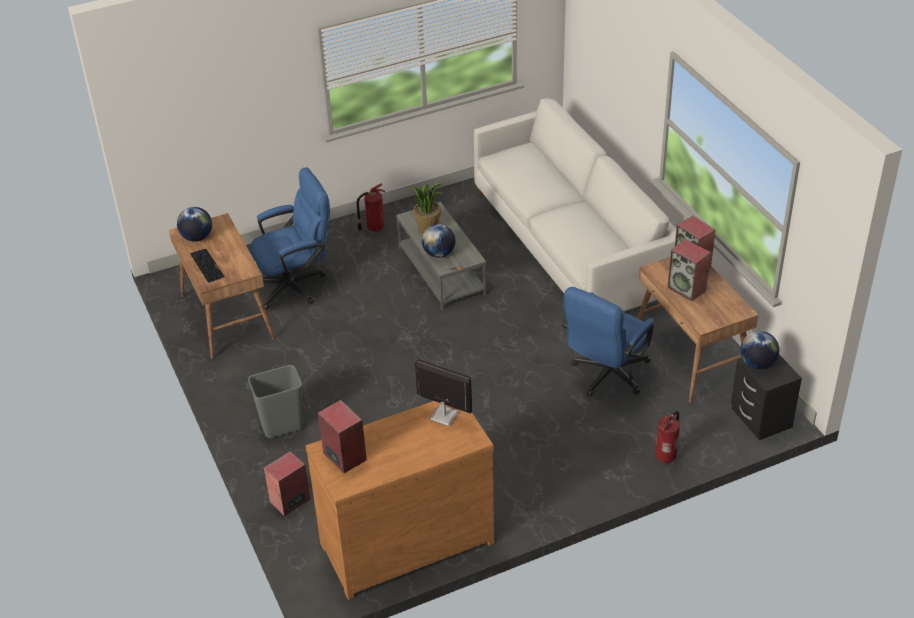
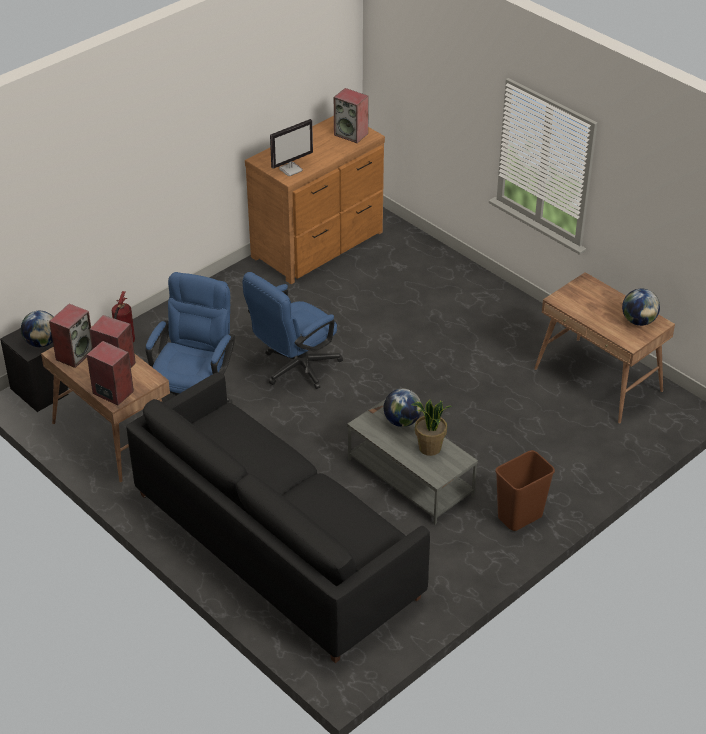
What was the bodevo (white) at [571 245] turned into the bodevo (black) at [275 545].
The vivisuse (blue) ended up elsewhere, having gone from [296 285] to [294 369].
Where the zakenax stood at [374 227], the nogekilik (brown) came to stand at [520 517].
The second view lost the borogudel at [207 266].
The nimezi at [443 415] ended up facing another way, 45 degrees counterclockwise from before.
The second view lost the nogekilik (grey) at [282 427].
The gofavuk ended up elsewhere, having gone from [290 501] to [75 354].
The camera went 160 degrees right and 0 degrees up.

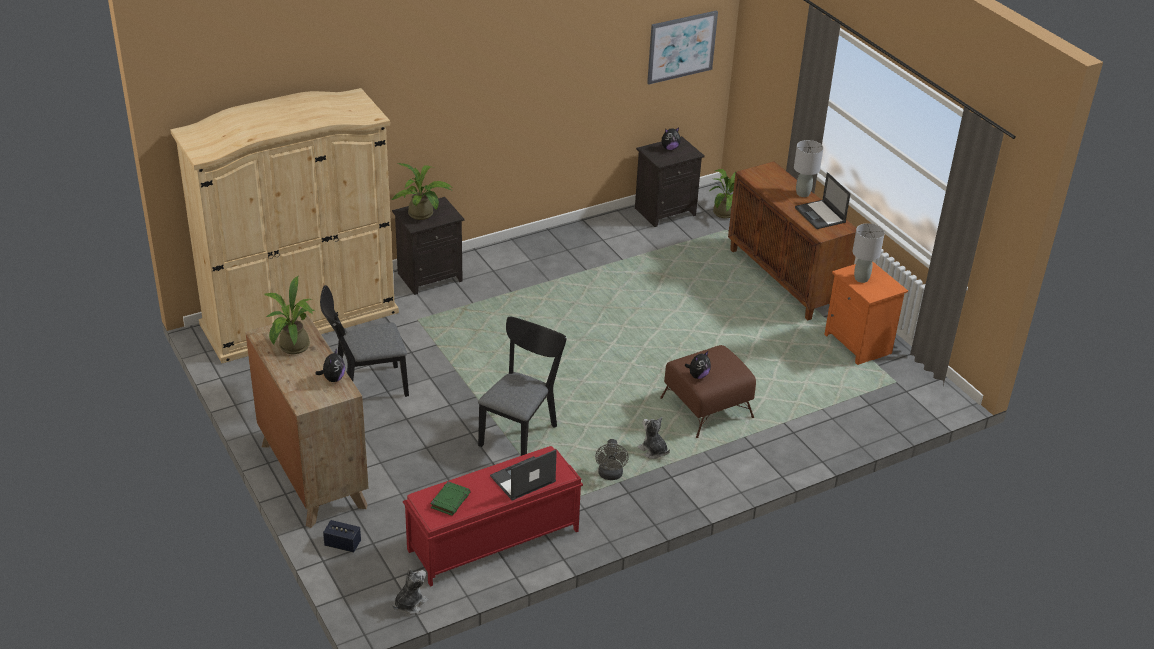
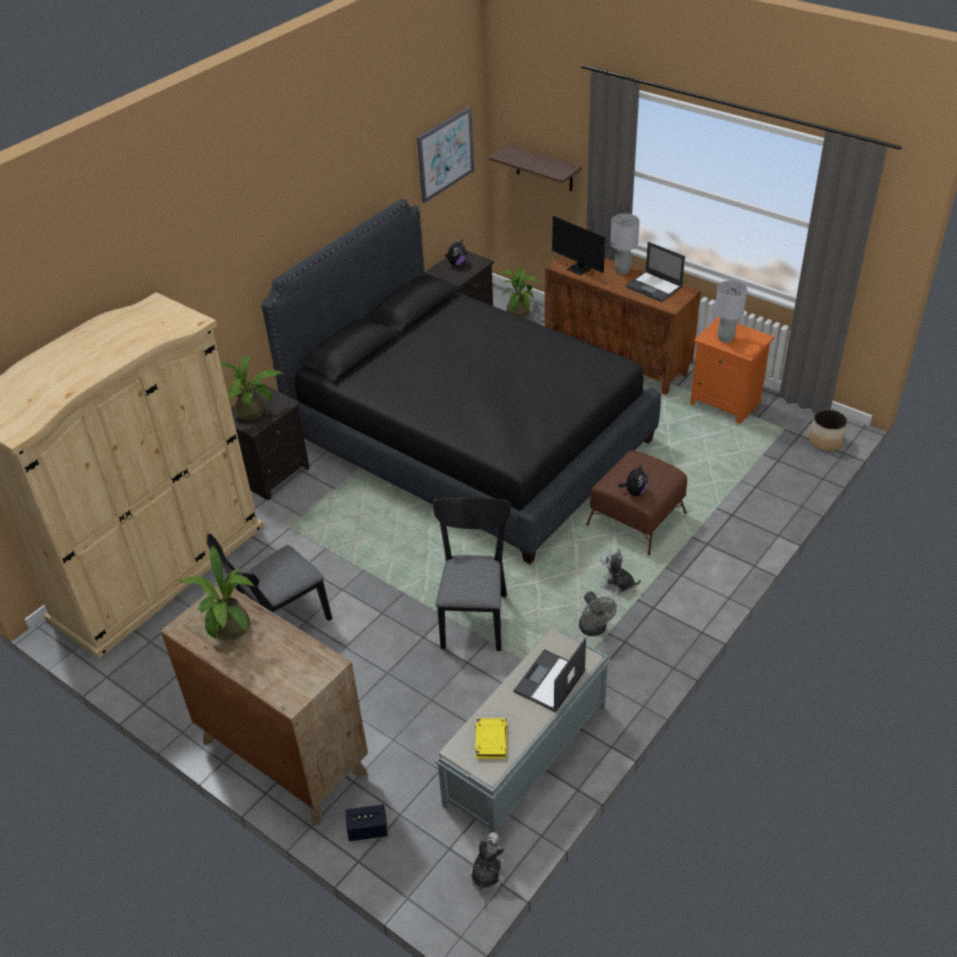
The second view lost the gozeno at [333 378].
What was the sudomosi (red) at [492 541] turned into the sudomosi (grey) at [525 756].
What was the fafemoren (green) at [450 500] turned into the fafemoren (yellow) at [490 740].
The second view gained the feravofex at [544 168].
The second view gained the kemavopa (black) at [470 441].
The second view gained the nimezi at [581 270].
The second view gained the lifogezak at [825 441].
The camera went 20 degrees left and 5 degrees up.

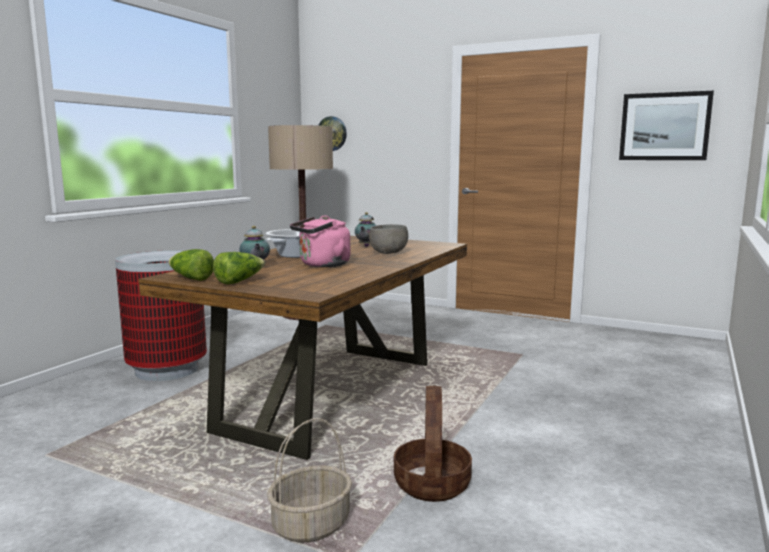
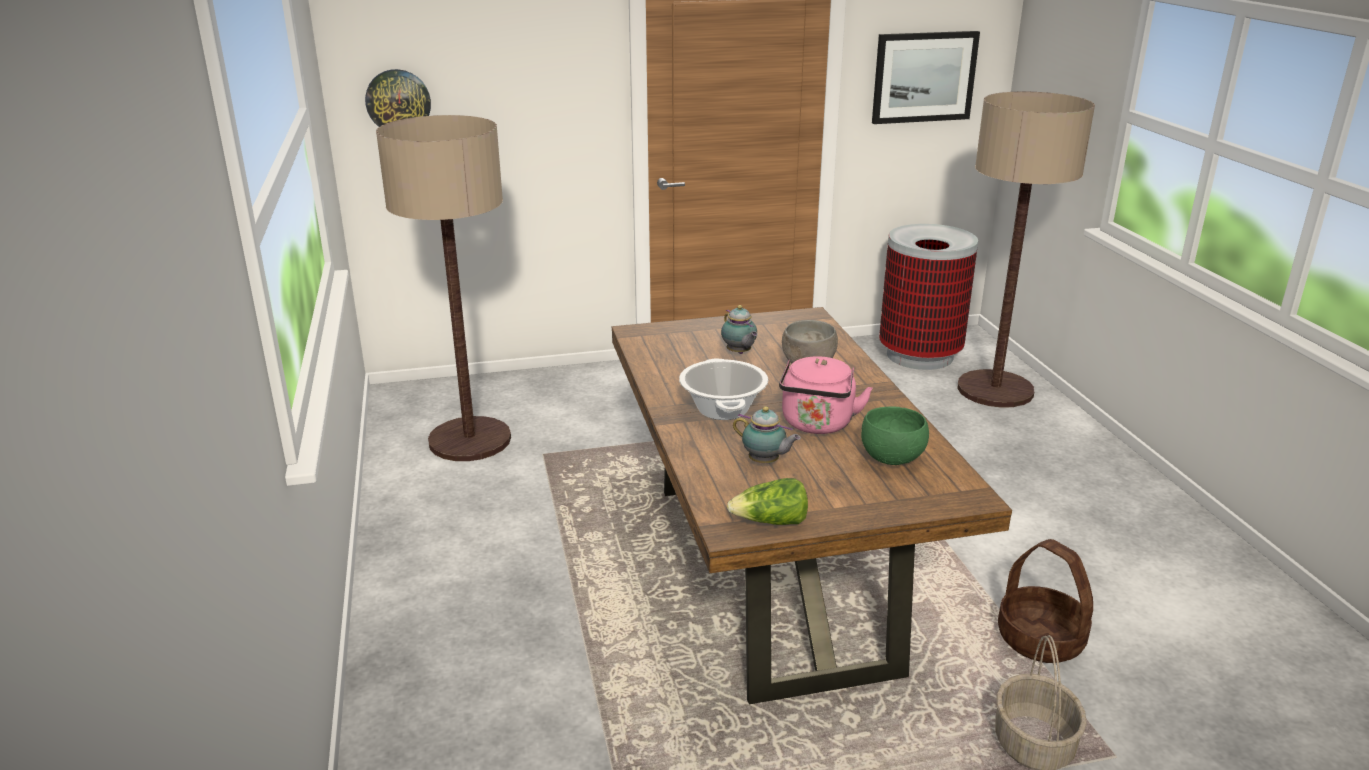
The nogekilik ended up elsewhere, having gone from [168 369] to [920 355].
The second view lost the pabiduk at [239 281].
The second view gained the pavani at [995 390].
The second view gained the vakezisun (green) at [893 459].
The camera went 40 degrees left and 15 degrees up.

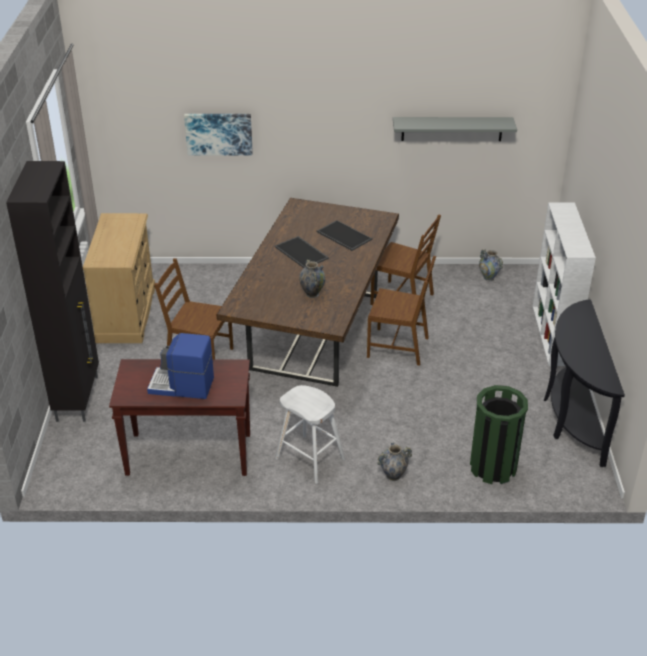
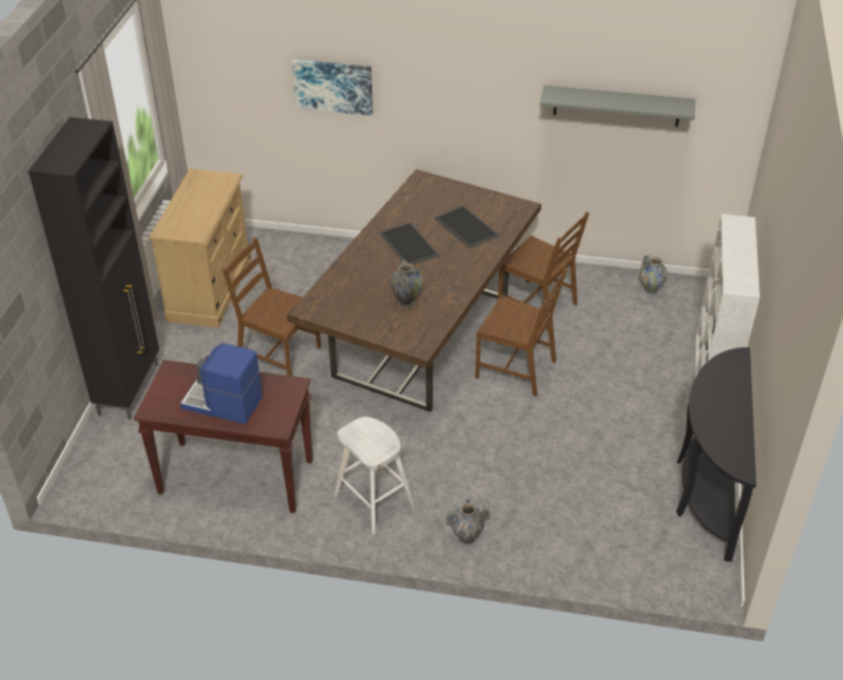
The second view lost the nogekilik (green) at [493 467].
The camera went 10 degrees right and 5 degrees up.

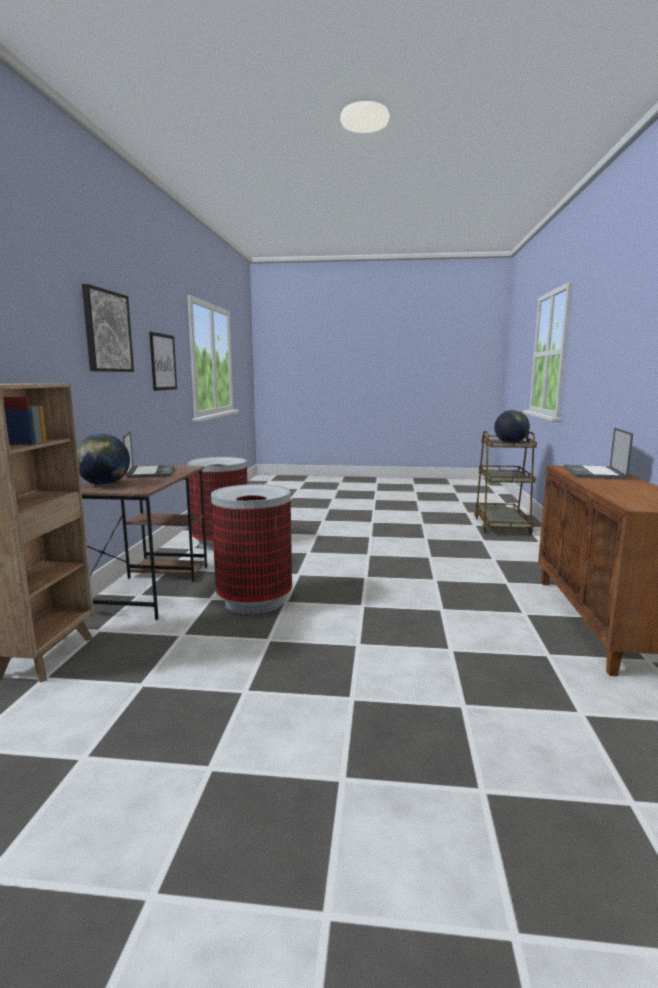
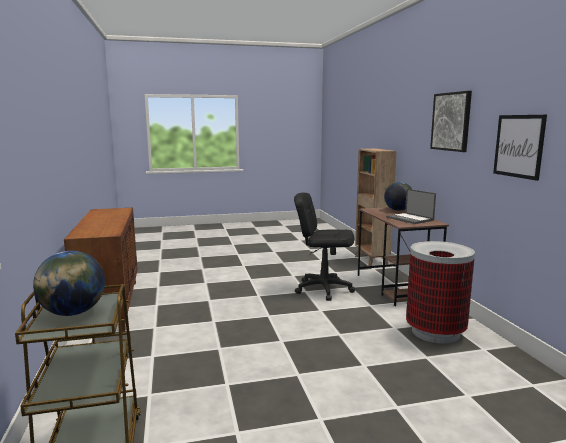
The second view lost the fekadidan at [594 473].
Where the nogekilik stood at [254 601], the vivisuse (black) came to stand at [323 289].
The camera went 160 degrees right and 0 degrees up.

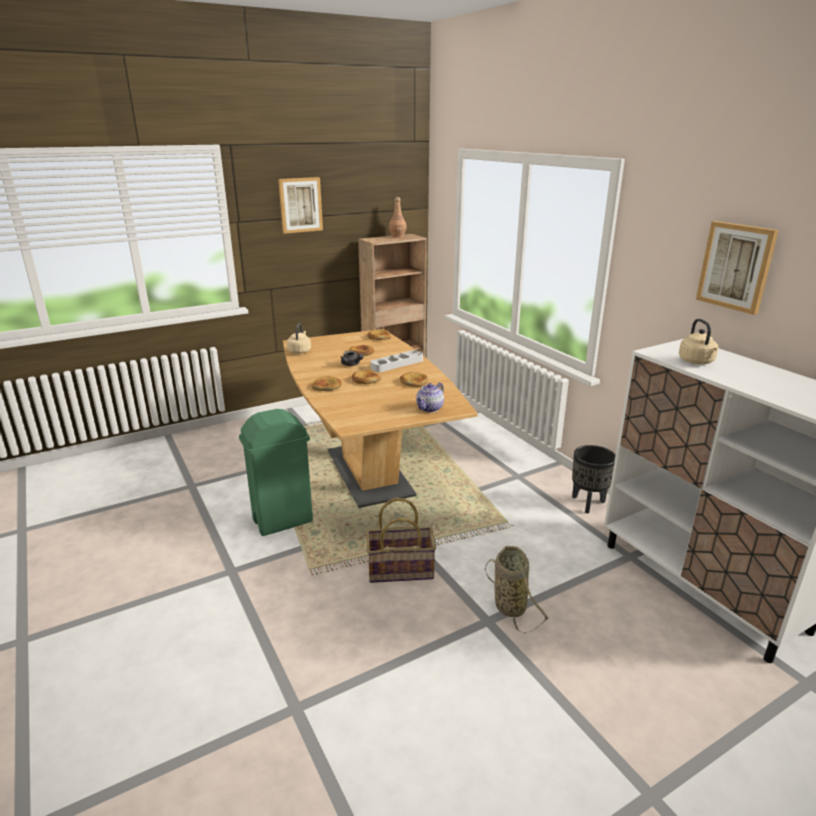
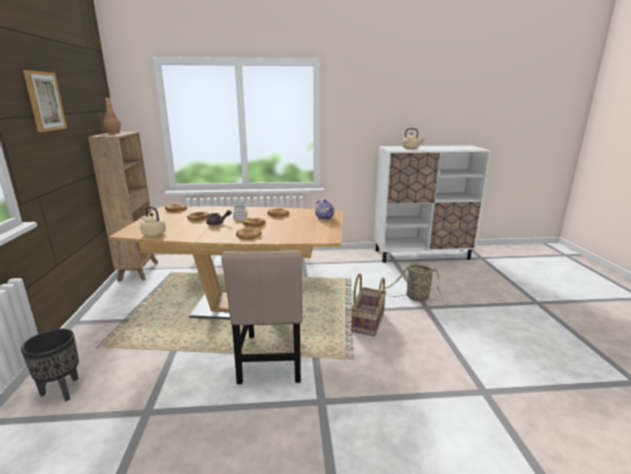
The second view lost the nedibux at [736 266].
Where the nogekilik (green) stood at [282 521], the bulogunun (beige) came to stand at [271 361].
The lifogezak (black) ended up elsewhere, having gone from [587 503] to [62 391].
The camera went 65 degrees left and 5 degrees down.

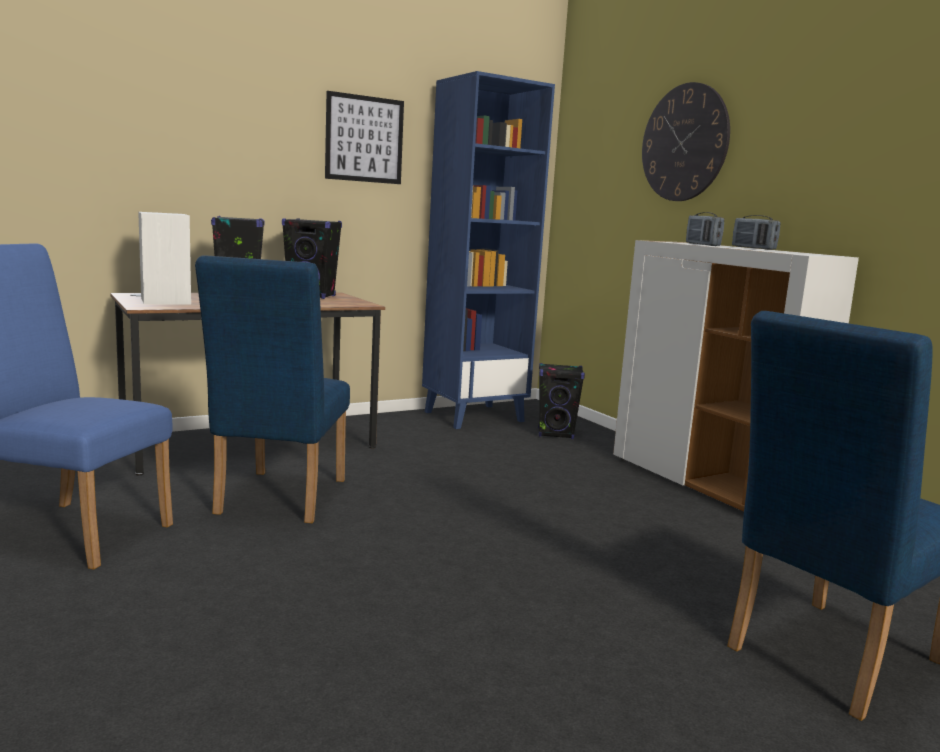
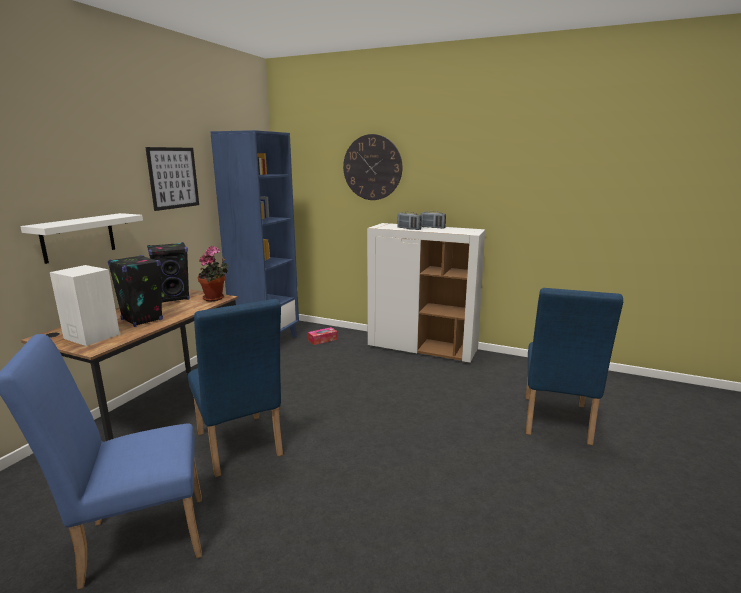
Where the gofavuk (black) stood at [556 434], the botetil came to stand at [322 340].
The second view gained the feravofex (white) at [78 237].
The second view gained the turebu at [215 298].
The camera went 35 degrees left and 5 degrees up.

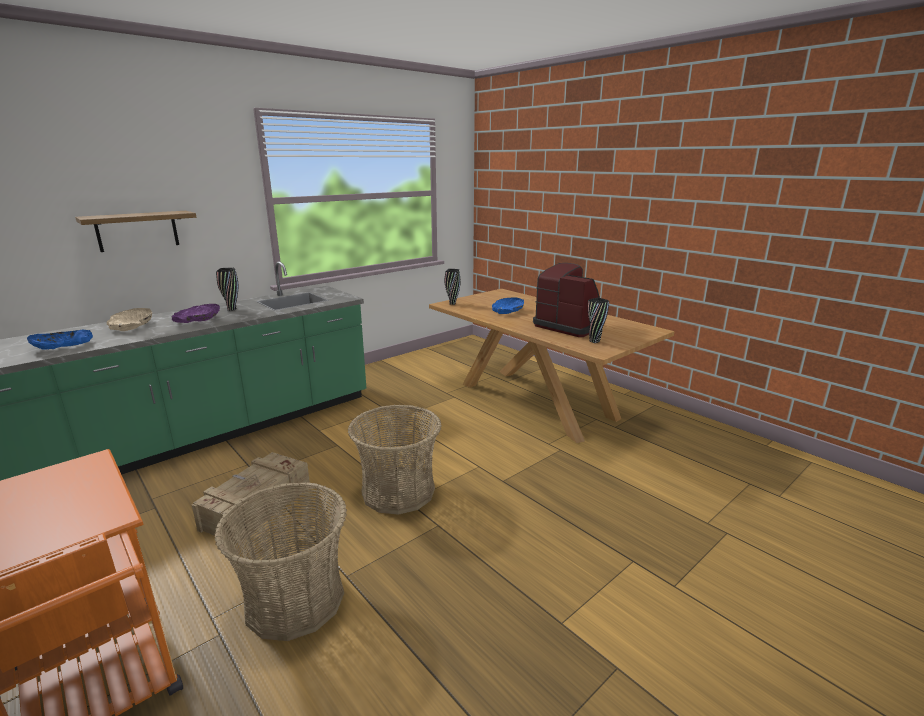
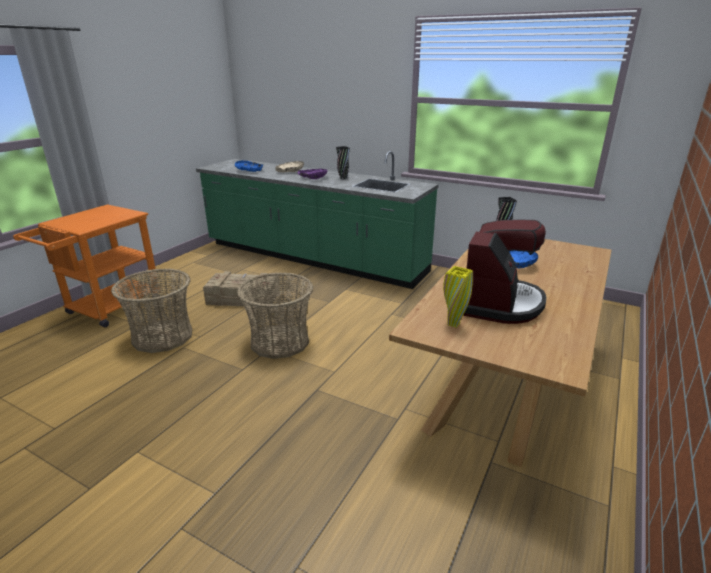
The second view lost the feravofex at [137 231].
What was the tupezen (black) at [594 341] turned into the tupezen (yellow) at [453 324].
The camera went 70 degrees right and 5 degrees up.

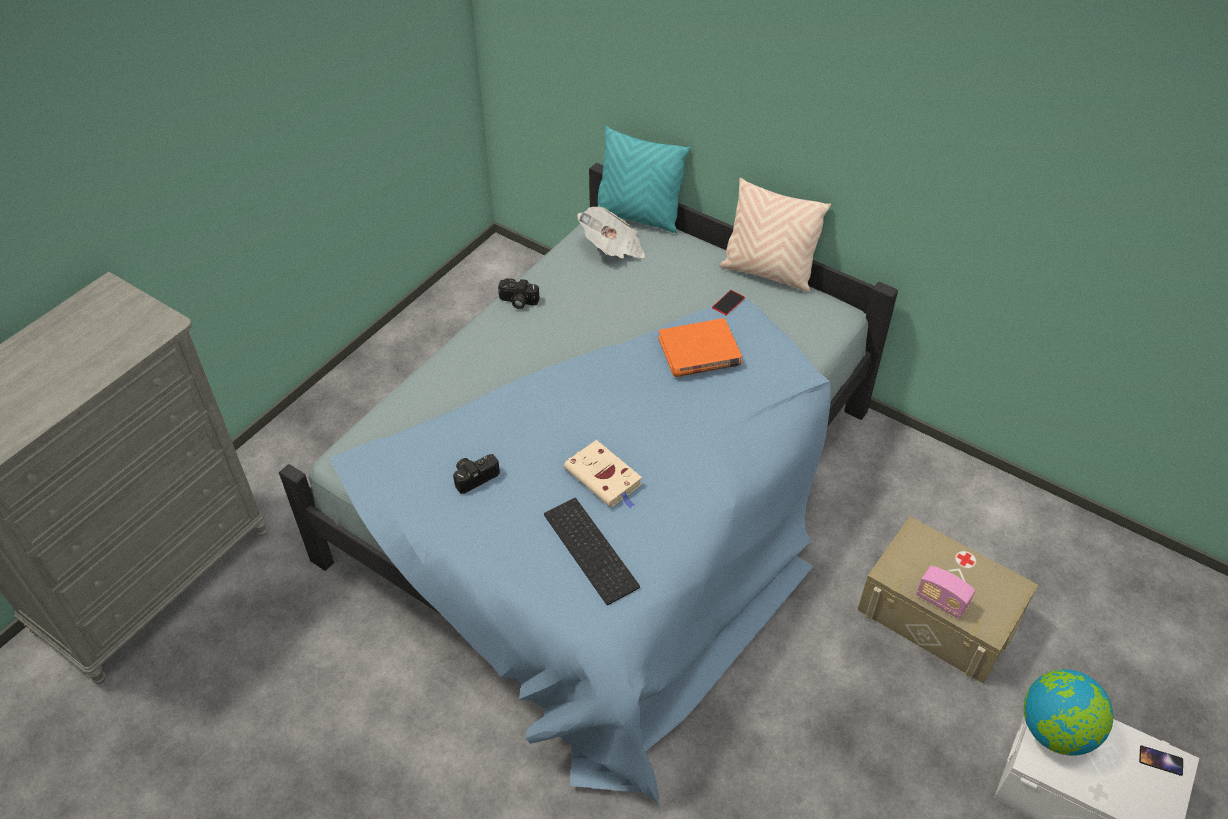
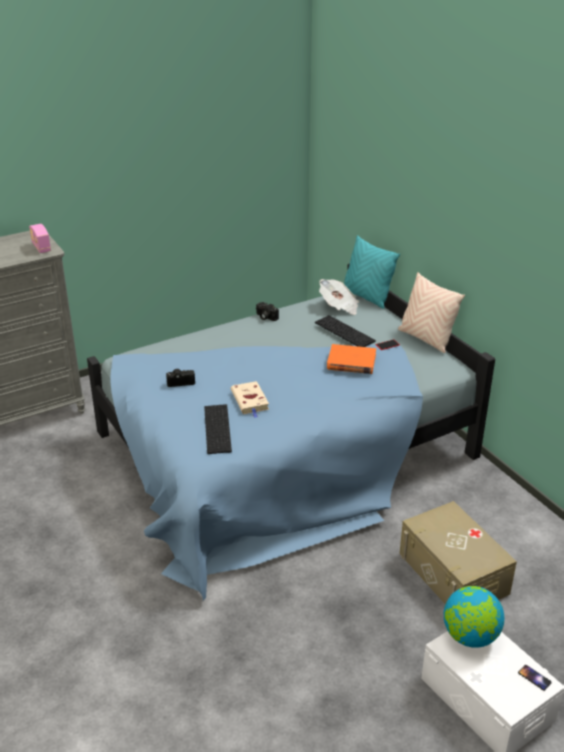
The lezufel ended up elsewhere, having gone from [941 601] to [41 247].
The second view gained the borogudel at [346 331].
The camera went 25 degrees right and 15 degrees down.

